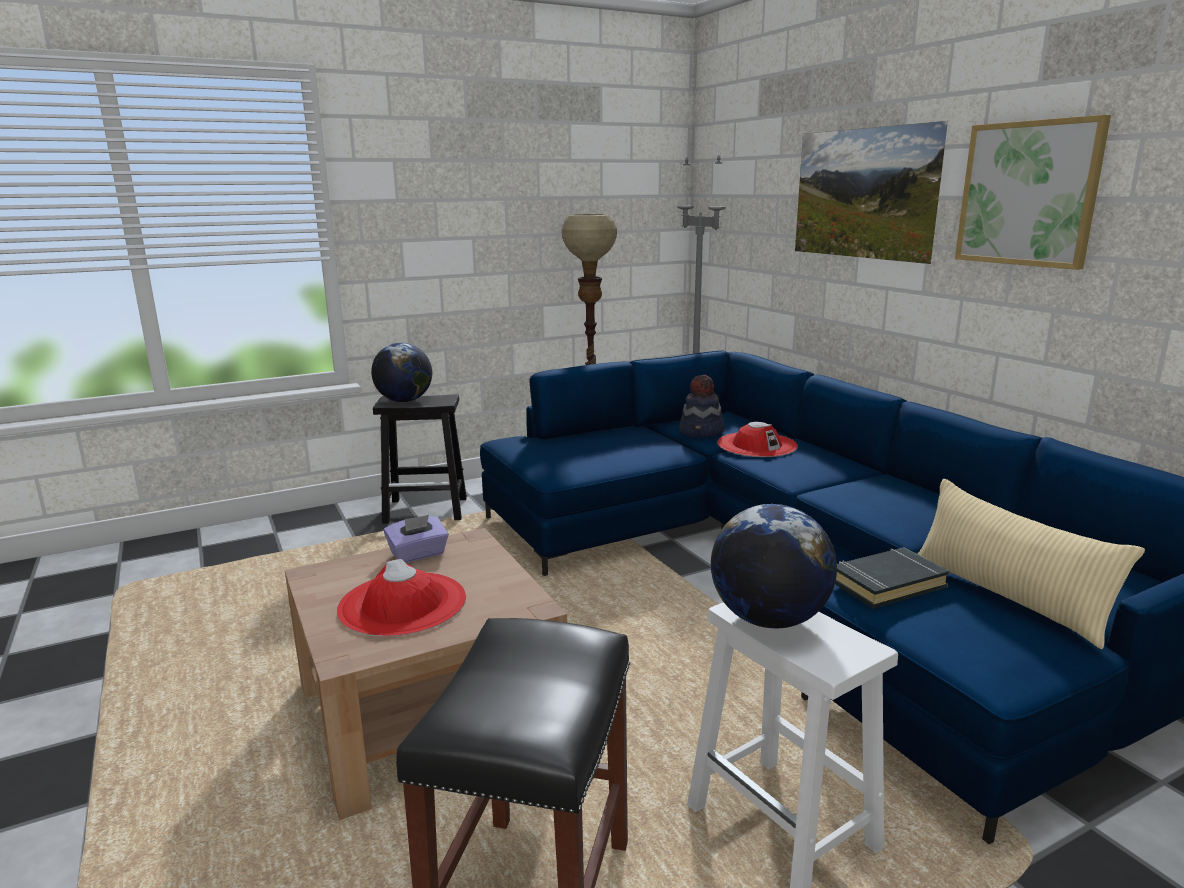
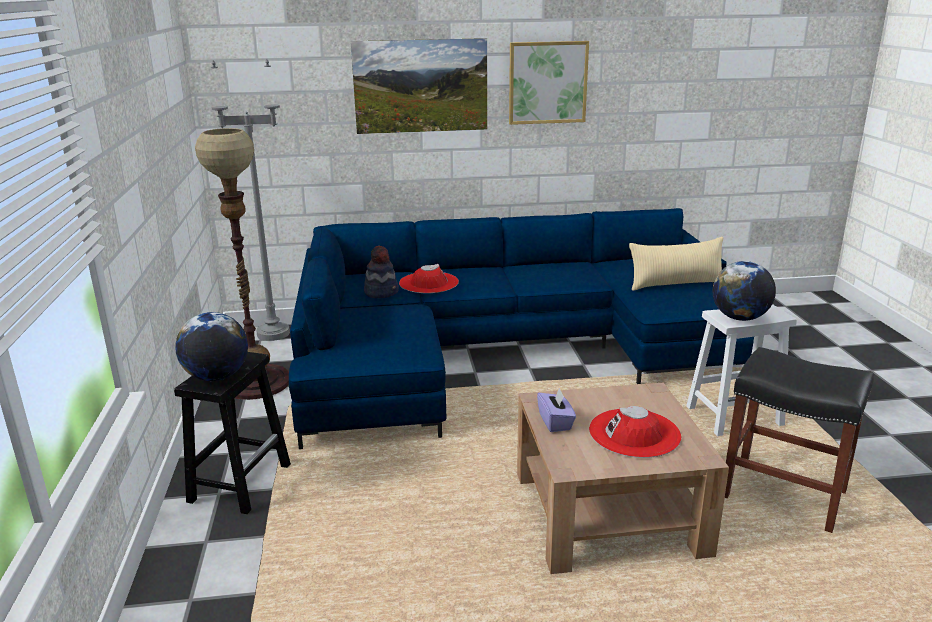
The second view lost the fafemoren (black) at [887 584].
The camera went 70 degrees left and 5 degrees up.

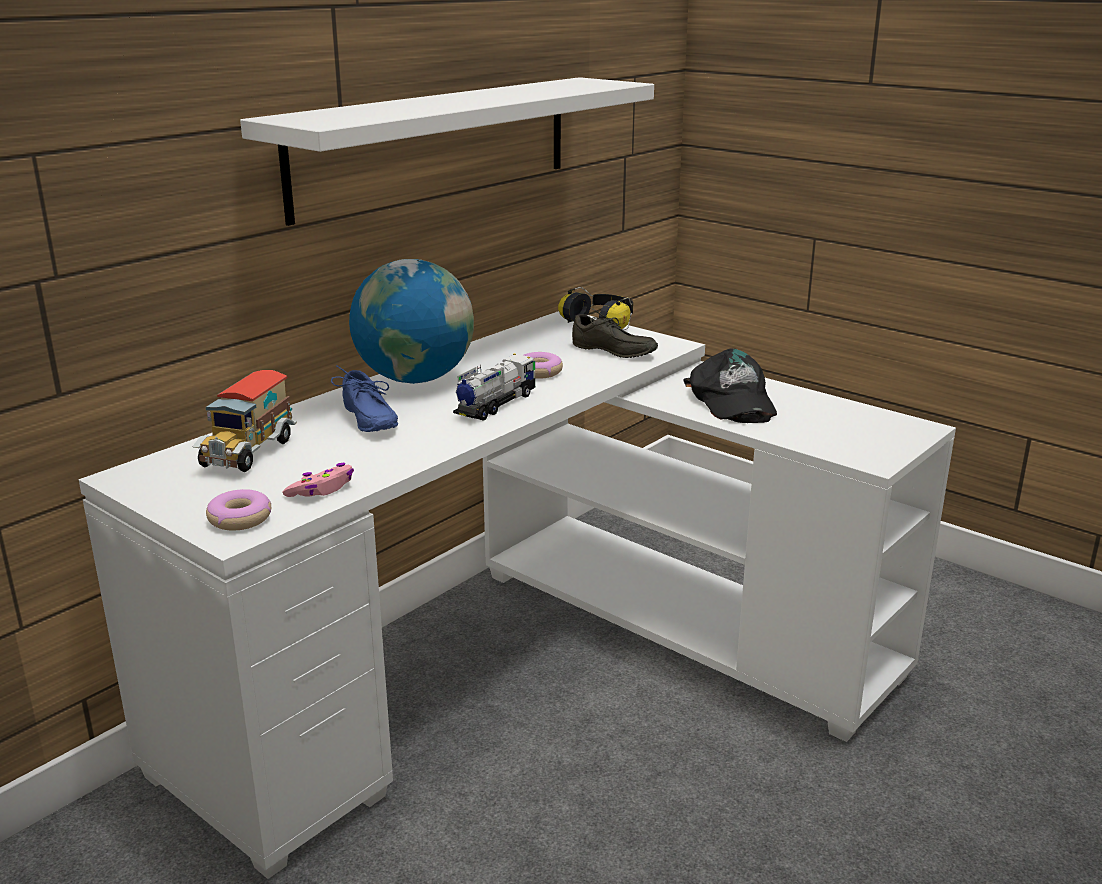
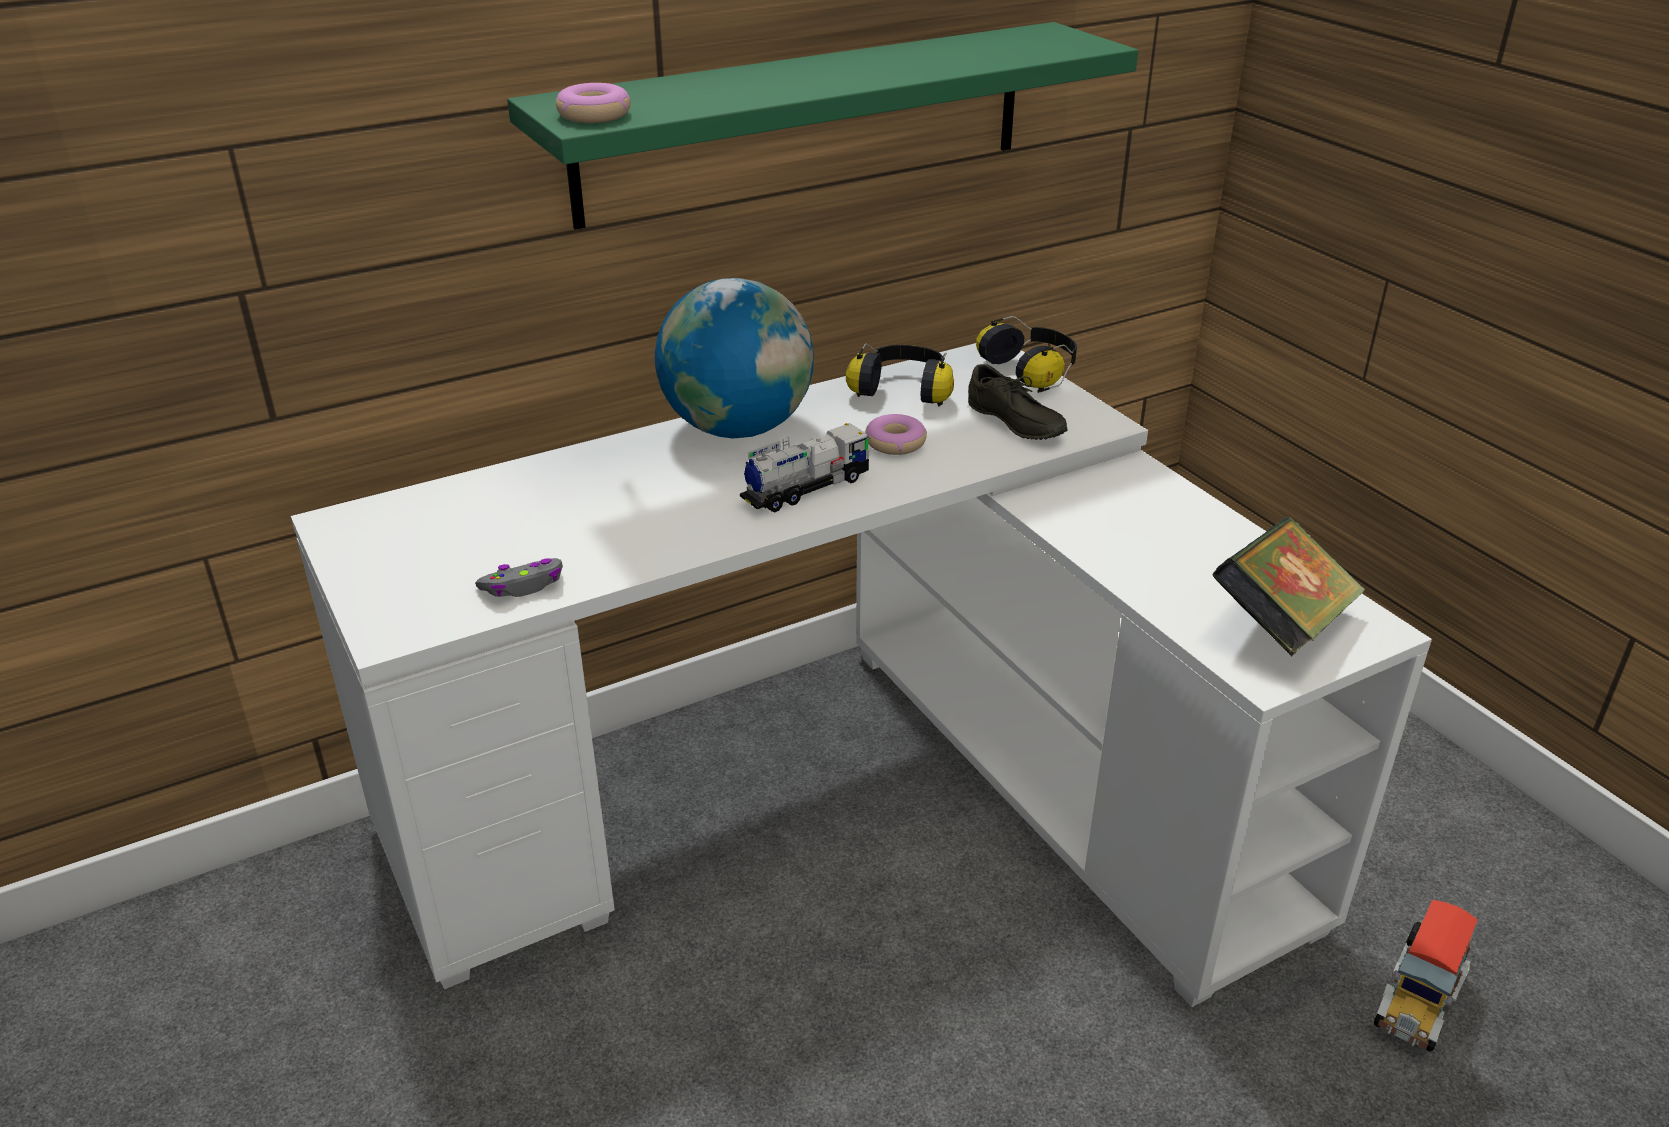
What was the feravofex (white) at [436 145] turned into the feravofex (green) at [806 122].
The second view lost the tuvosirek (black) at [731 400].
The second view lost the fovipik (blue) at [366 420].
The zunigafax ended up elsewhere, having gone from [248 454] to [1416 1002].
What was the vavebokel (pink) at [322 489] turned into the vavebokel (grey) at [524 586].
The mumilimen ended up elsewhere, having gone from [240 519] to [594 115].
The second view gained the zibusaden at [903 391].
The second view gained the fafemoren at [1280 625].
The camera went 20 degrees right and 10 degrees up.

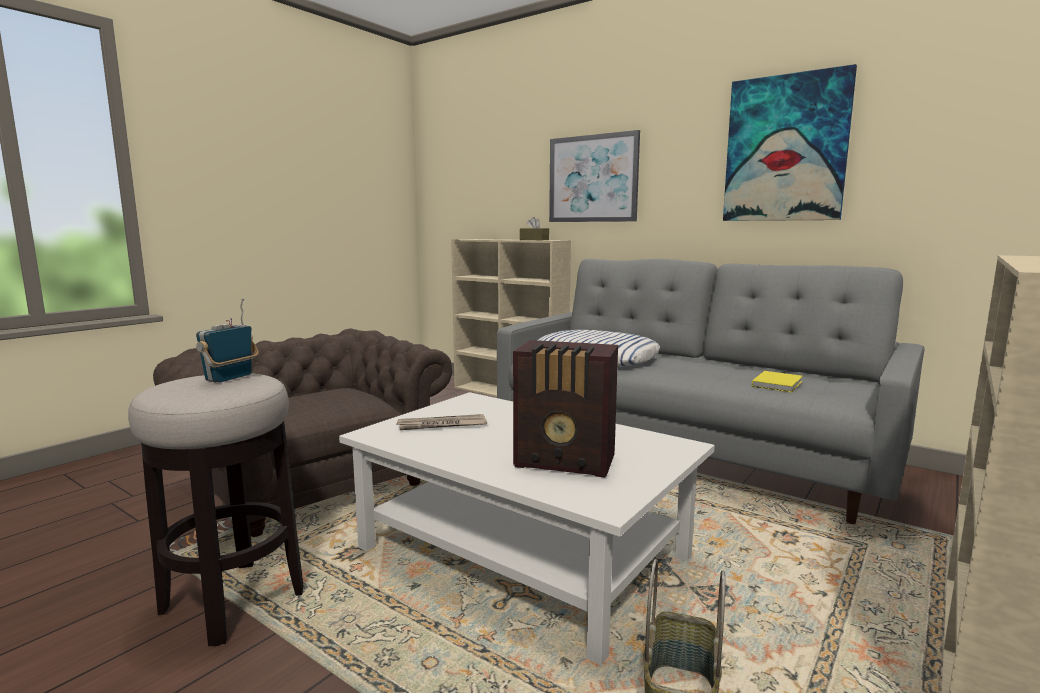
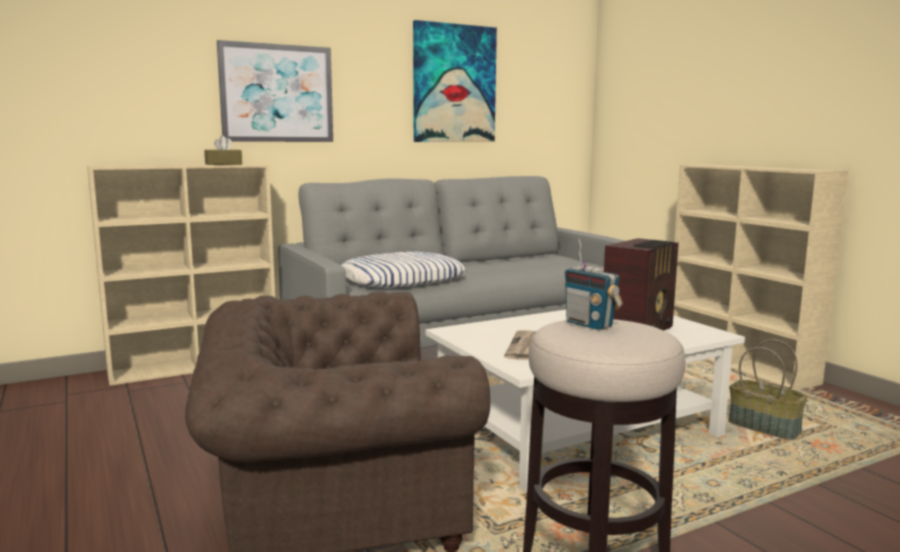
The second view lost the fafemoren (yellow) at [778 384].
The camera went 65 degrees left and 0 degrees up.

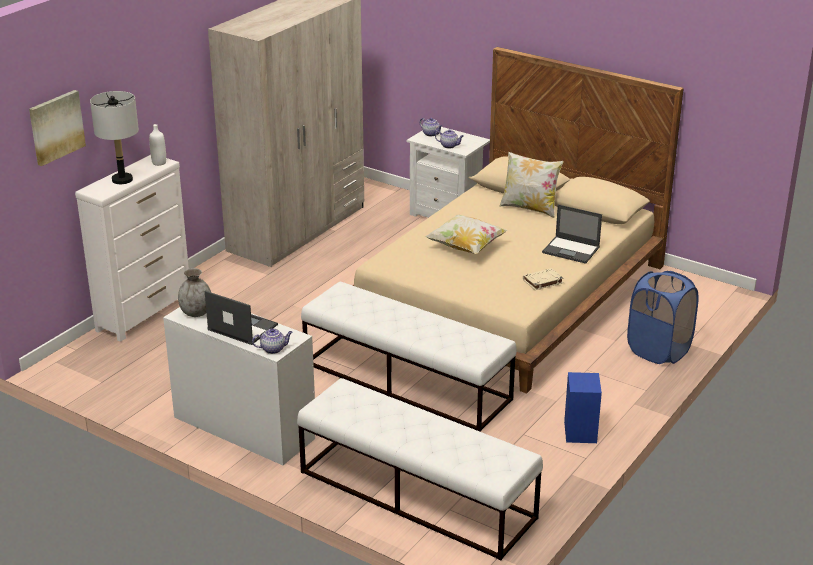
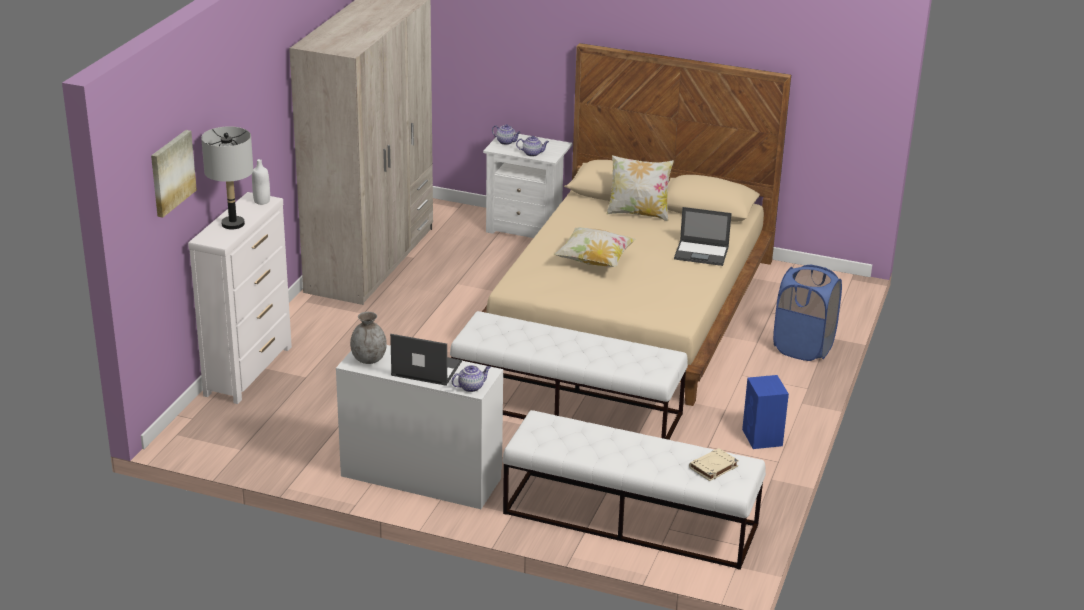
The fafemoren (beige) ended up elsewhere, having gone from [542 281] to [713 467].
The camera went 15 degrees left and 0 degrees up.

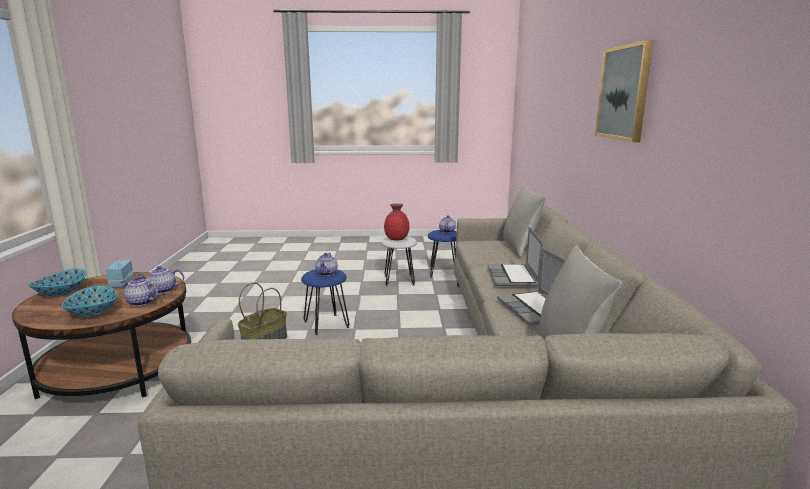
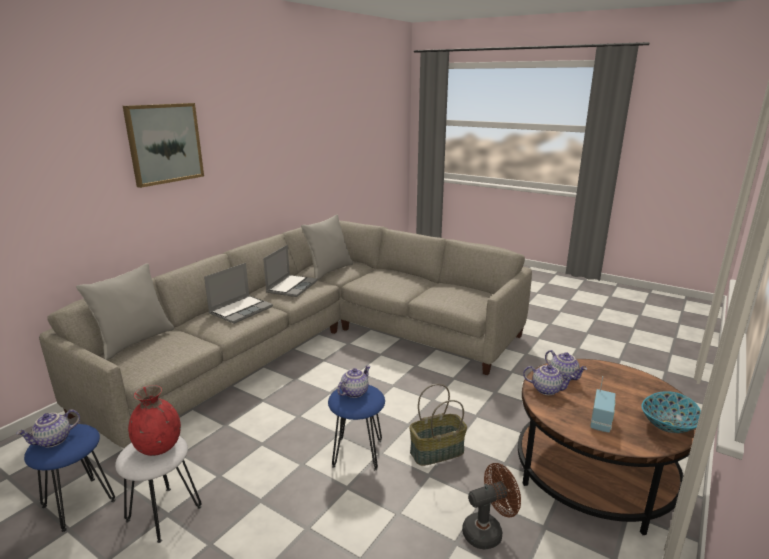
The second view lost the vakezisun at [93 313].
The second view gained the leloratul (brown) at [487 531].
The camera went 145 degrees left and 5 degrees up.

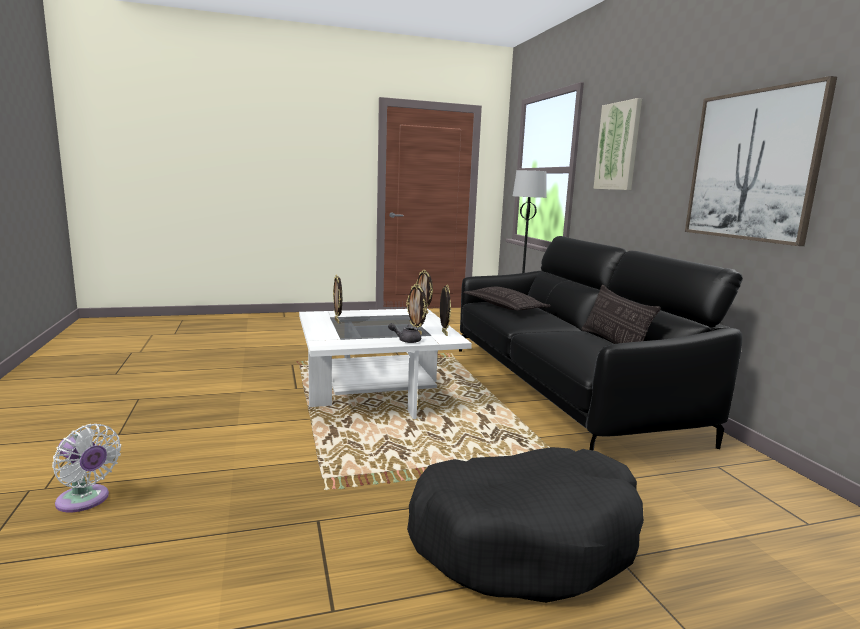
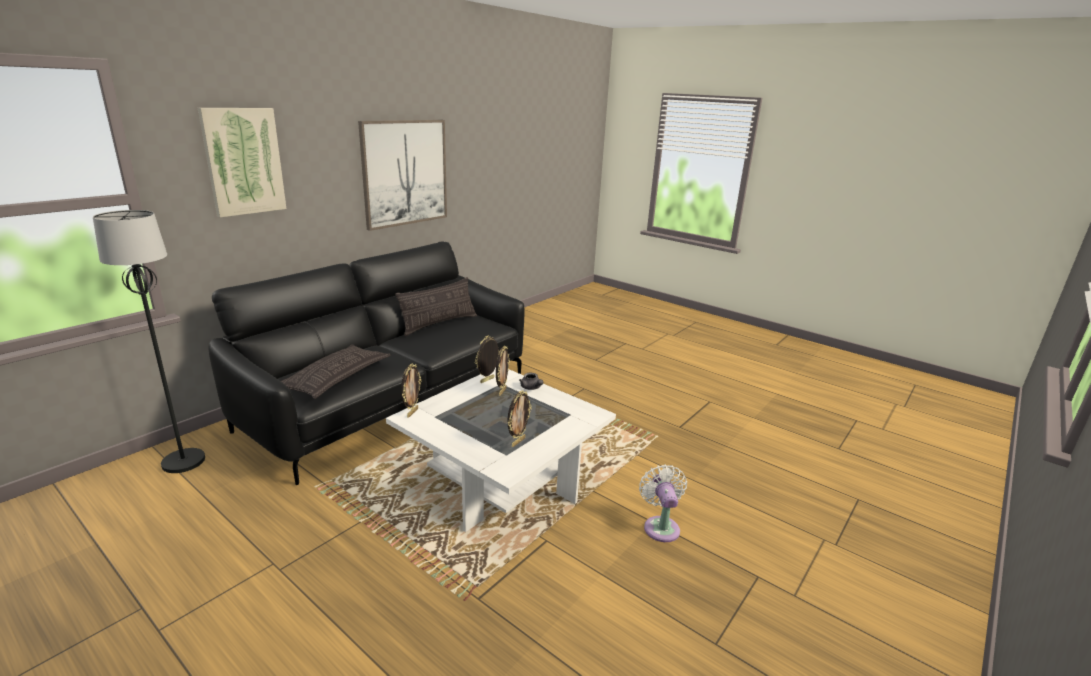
The leloratul (white) ended up elsewhere, having gone from [85 501] to [660 526].
The second view lost the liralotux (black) at [525 539].
The camera went 125 degrees left and 10 degrees up.

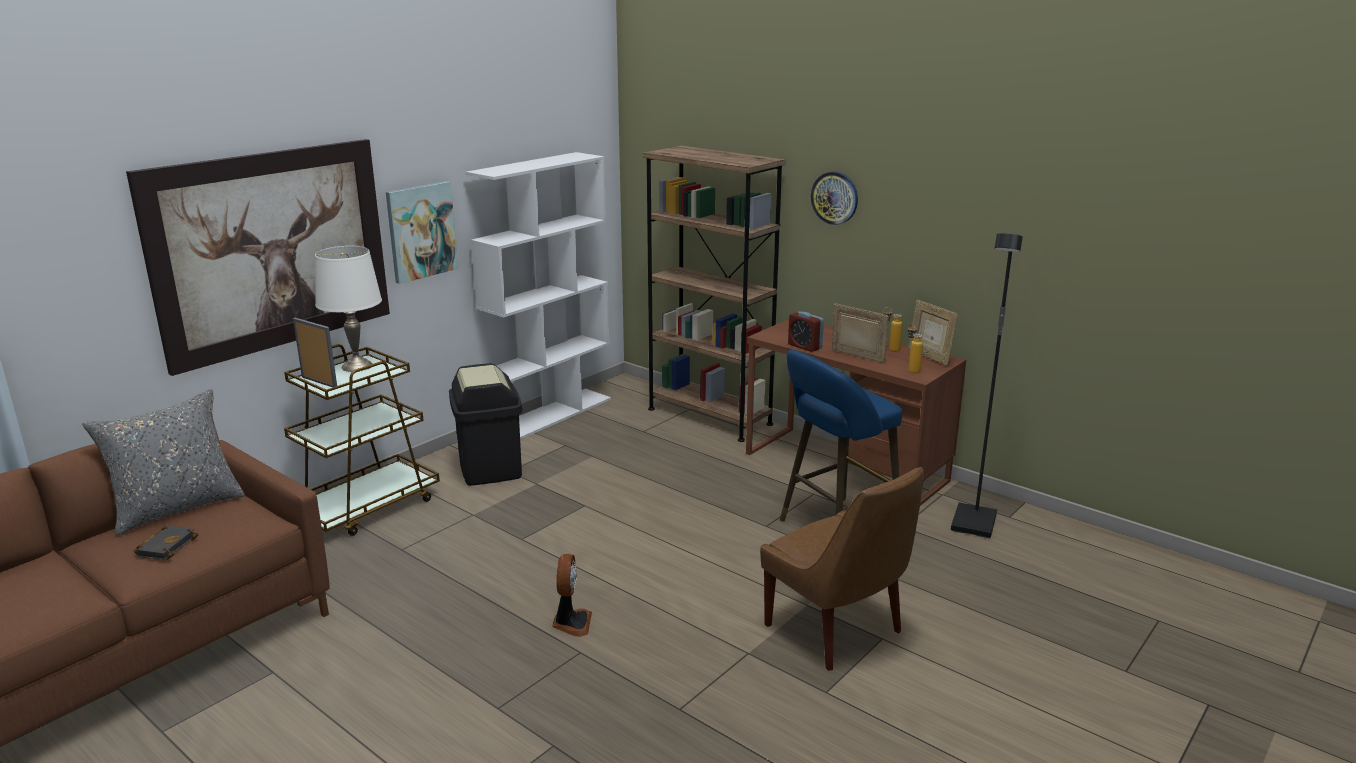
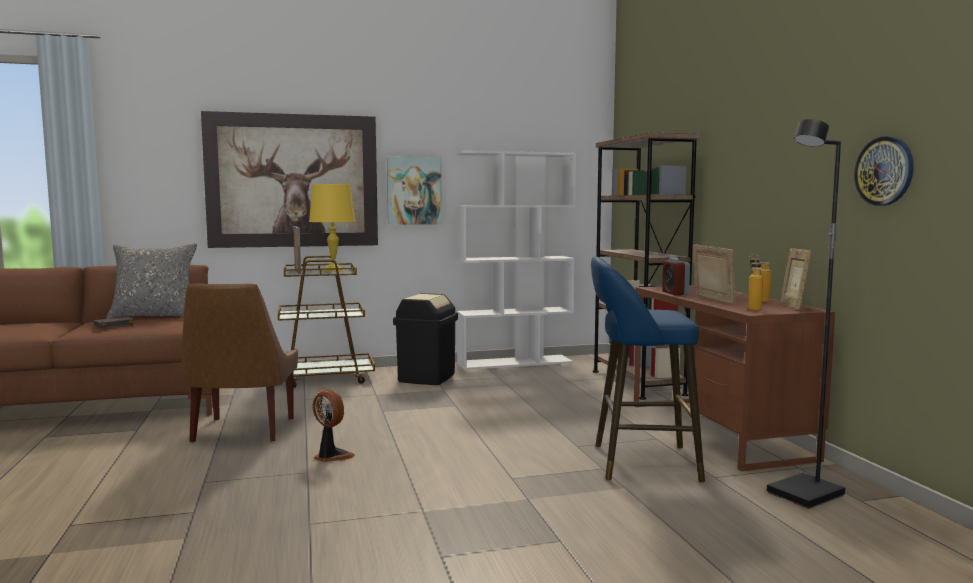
The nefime ended up elsewhere, having gone from [834 197] to [884 171].
What was the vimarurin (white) at [357 366] turned into the vimarurin (yellow) at [334 270].
The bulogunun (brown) ended up elsewhere, having gone from [836 631] to [242 431].
The leloratul at [571 623] ended up facing another way, 90 degrees counterclockwise from before.
The camera went 35 degrees right and 15 degrees down.

